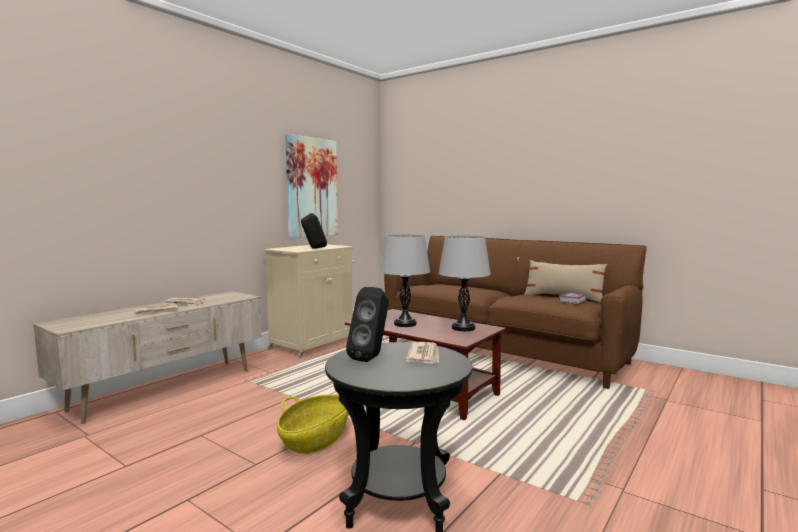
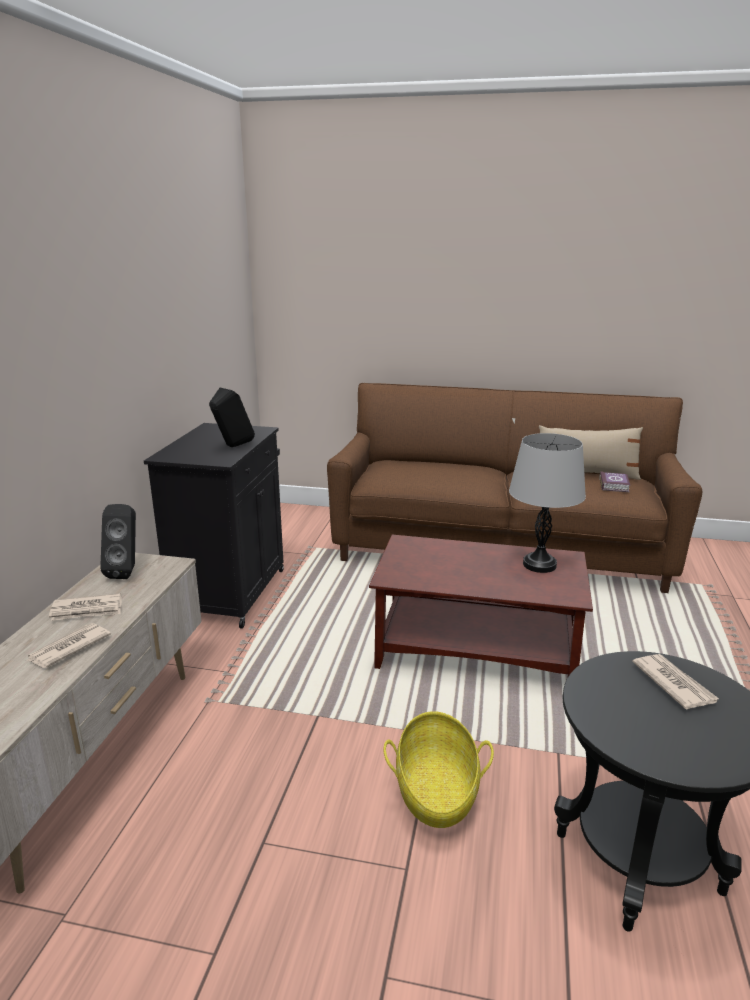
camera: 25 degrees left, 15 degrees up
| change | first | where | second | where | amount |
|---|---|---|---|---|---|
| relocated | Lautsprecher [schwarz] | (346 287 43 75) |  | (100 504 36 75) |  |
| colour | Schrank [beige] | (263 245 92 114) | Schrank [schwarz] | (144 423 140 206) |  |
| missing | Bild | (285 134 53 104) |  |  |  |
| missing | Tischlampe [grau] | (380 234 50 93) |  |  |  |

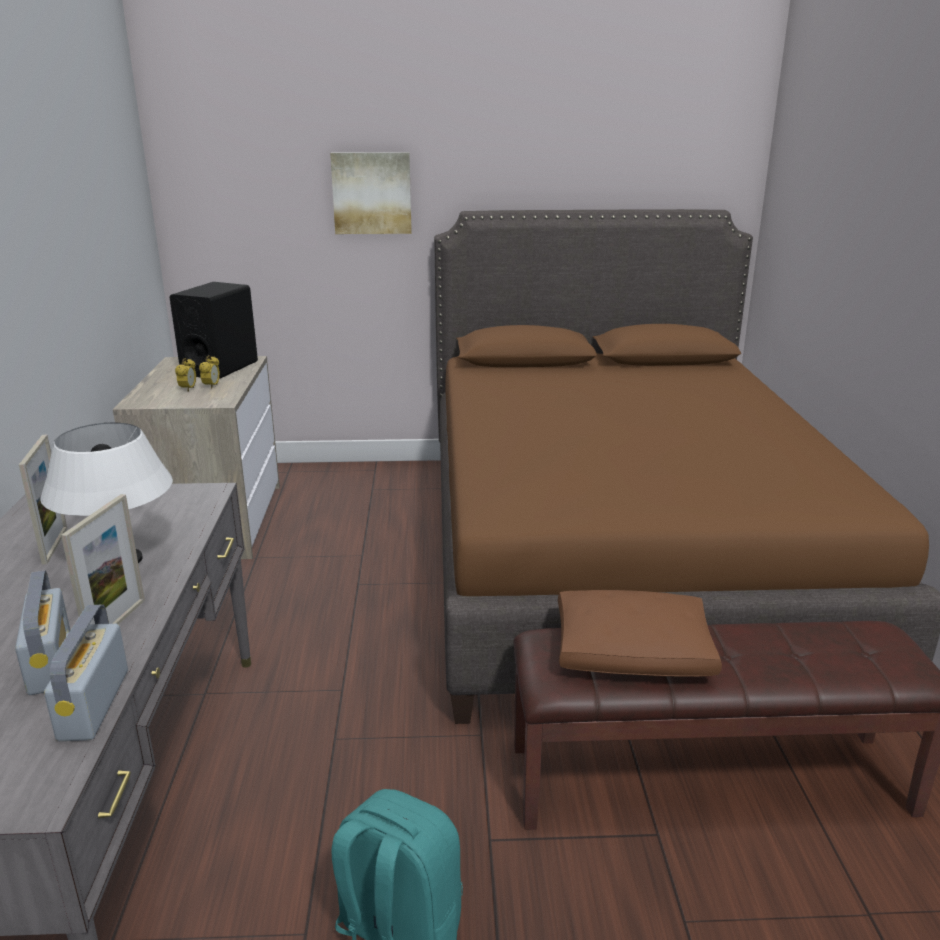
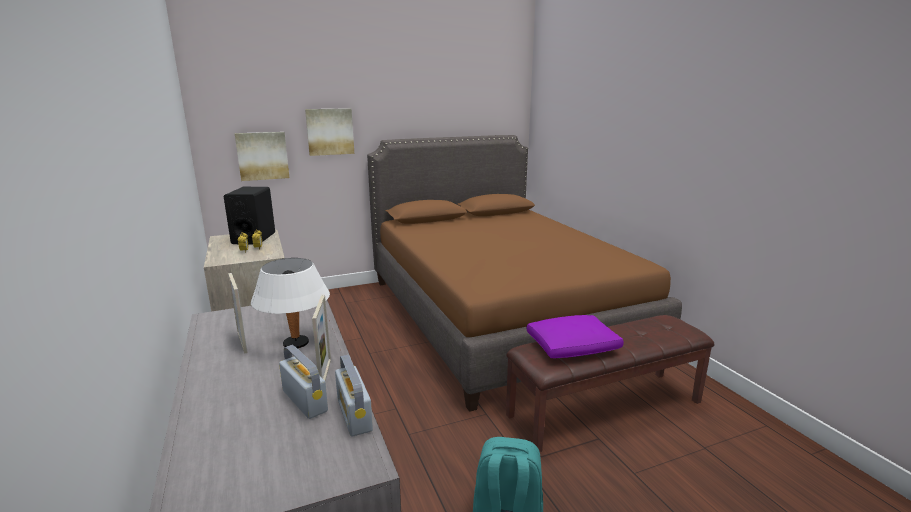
camera: 20 degrees left, 5 degrees down
| change | first | where | second | where | amount |
|---|---|---|---|---|---|
| appeared |  |  | Bild | (235 132 54 49) |  |
| colour | Kissen [braun] | (558 590 164 87) | Kissen [lila] | (527 315 97 43) |  |

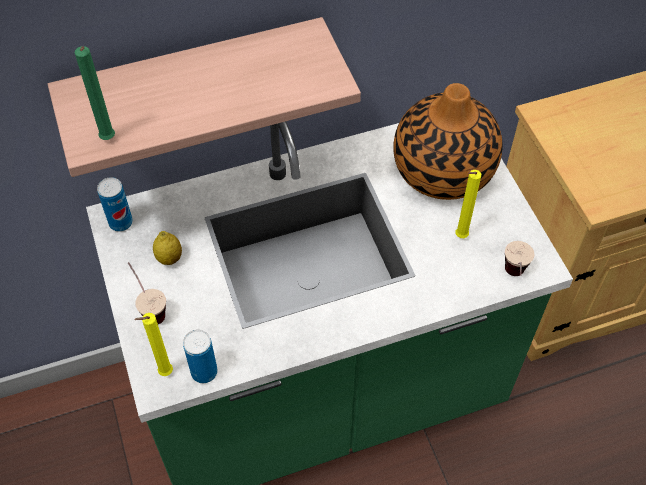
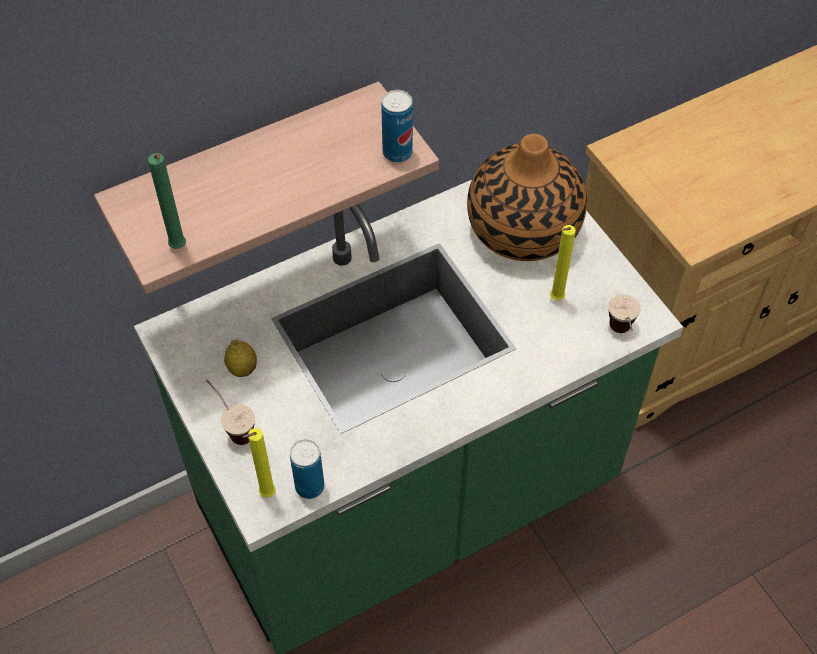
camera: 10 degrees left, 0 degrees up
| change | first | where | second | where | amount |
|---|---|---|---|---|---|
| relocated | Dose | (97 177 36 55) |  | (381 90 32 73) |  |

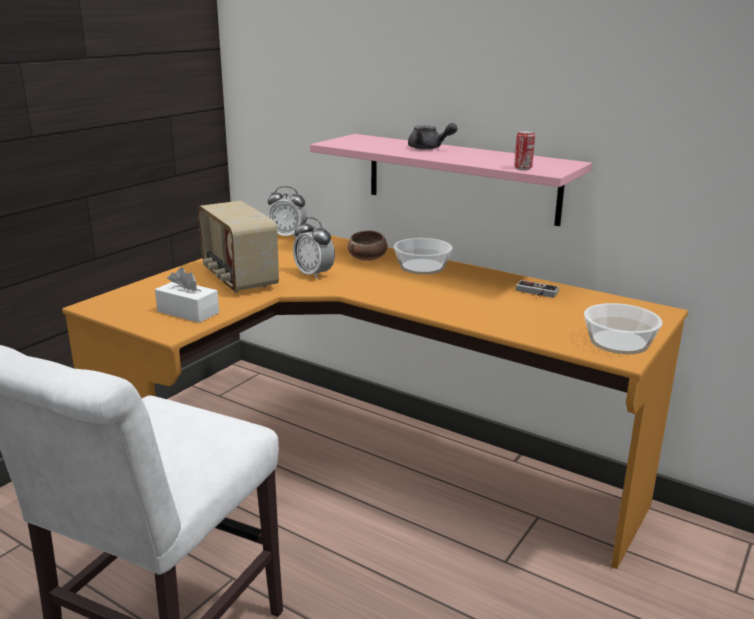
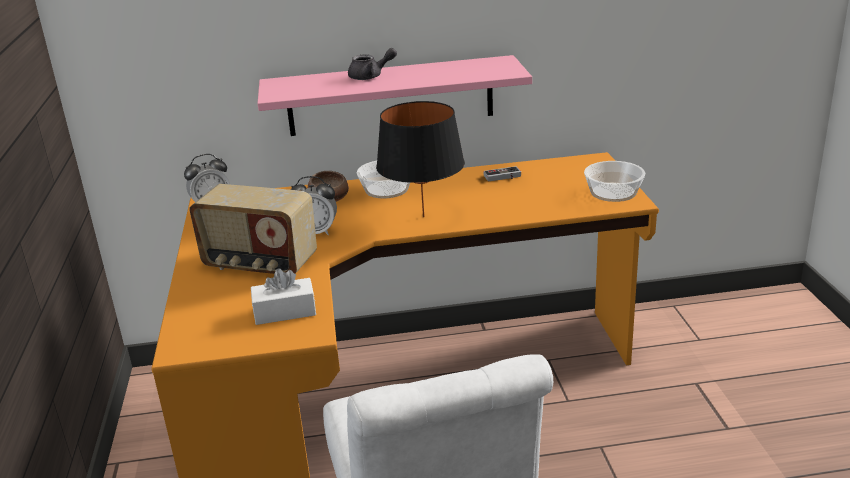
camera: 40 degrees left, 5 degrees up
| change | first | where | second | where | amount |
|---|---|---|---|---|---|
| appeared |  |  | Tischlampe [schwarz] | (376 101 89 116) |  |
| missing | Dose | (514 130 21 40) |  |  |  |

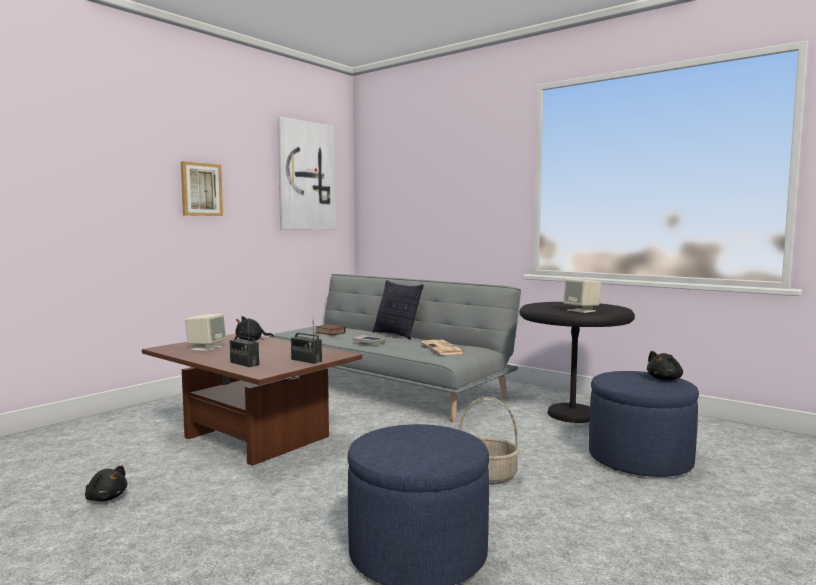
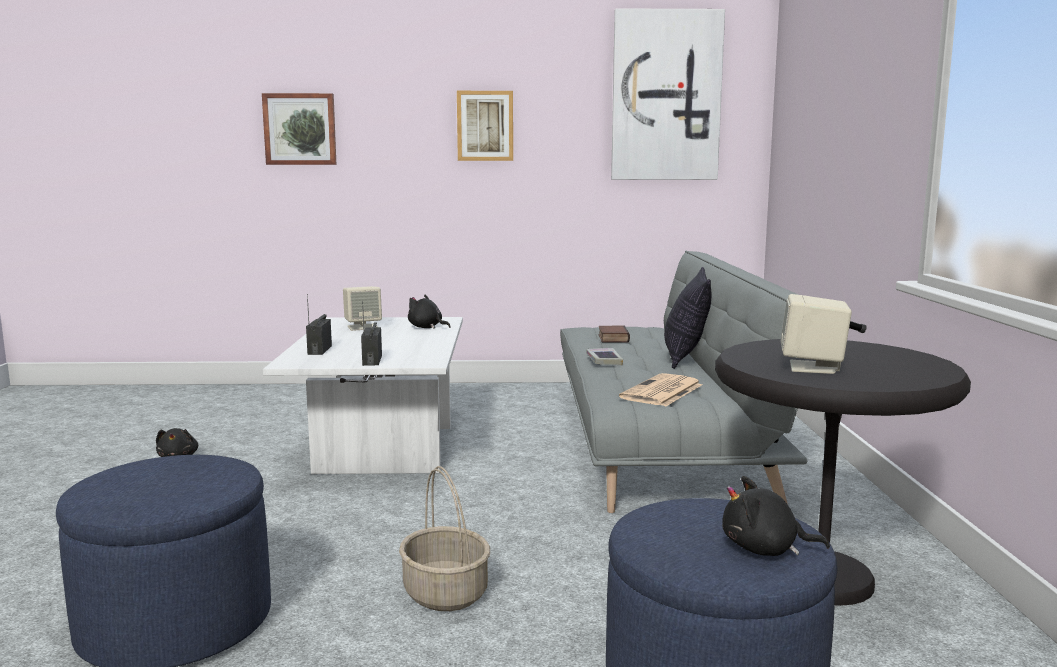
camera: 50 degrees right, 5 degrees up
| change | first | where | second | where | amount |
|---|---|---|---|---|---|
| appeared |  |  | Bild | (262 93 75 72) |  |
| colour | Couchtisch [braun] | (142 334 220 132) | Couchtisch [weiß] | (263 317 200 157) |  |

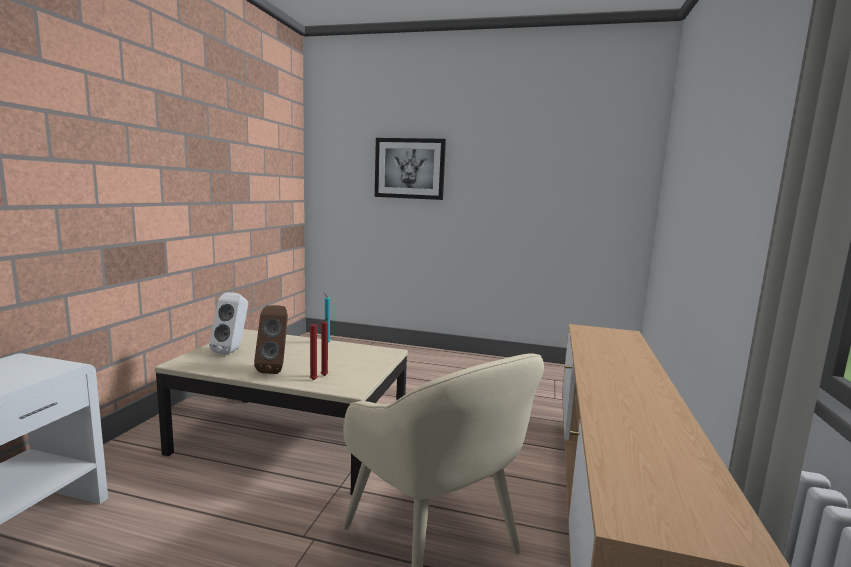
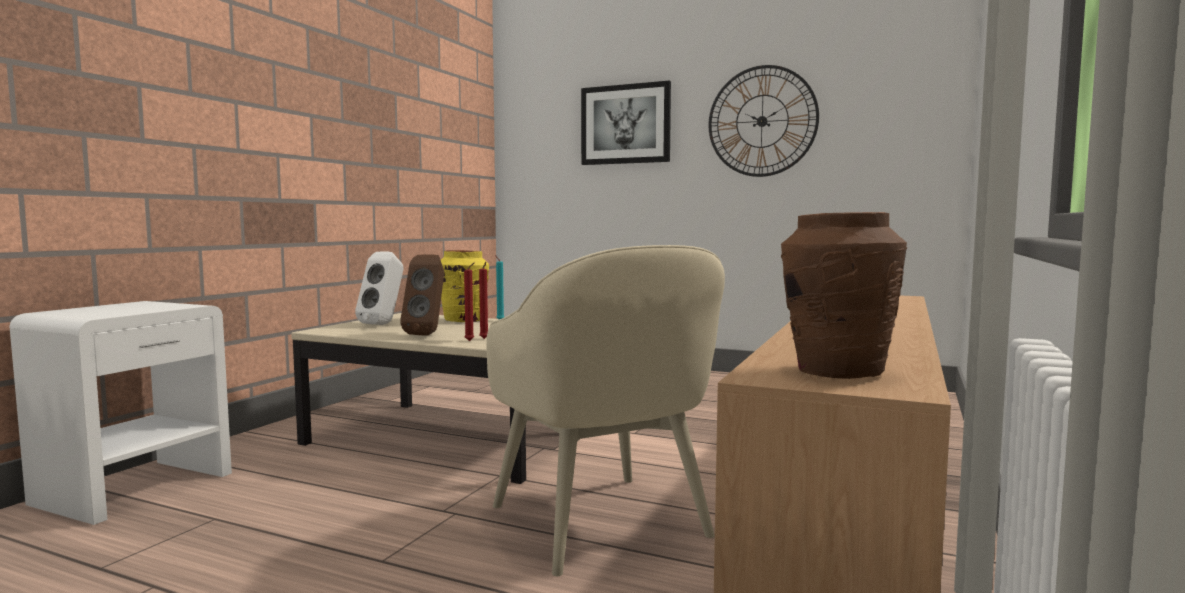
camera: 10 degrees right, 5 degrees down
| change | first | where | second | where | amount |
|---|---|---|---|---|---|
| appeared |  |  | Vase [gelb] | (441 250 48 72) |  |
| appeared |  |  | Wanduhr | (709 65 110 112) |  |
| appeared |  |  | Vase [braun] | (781 212 126 167) |  |

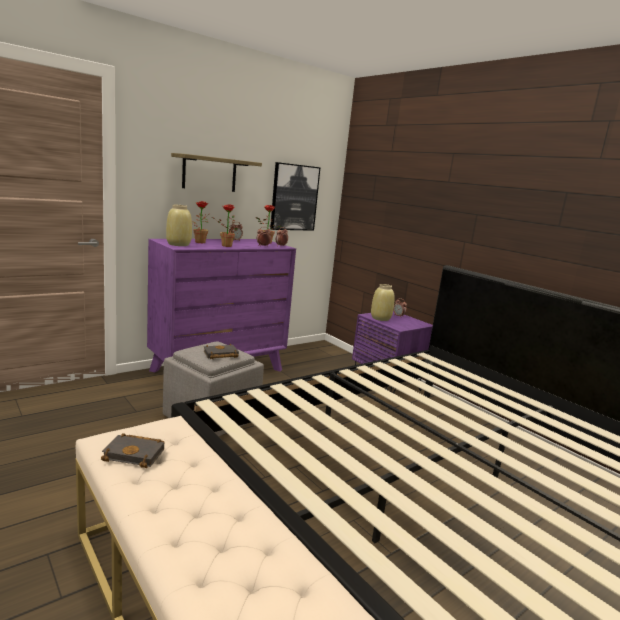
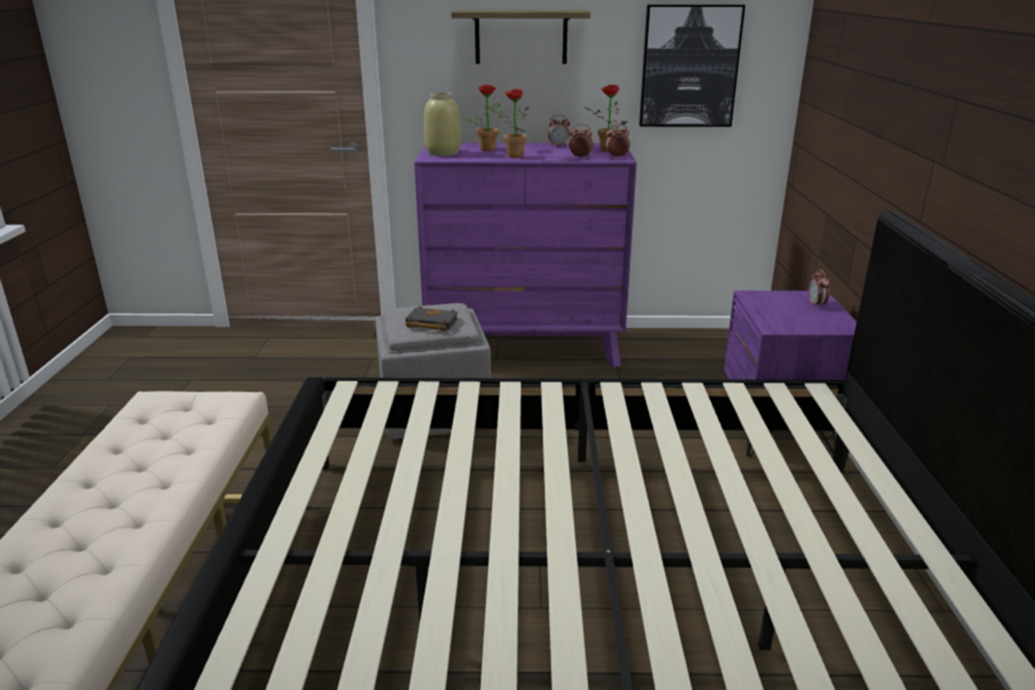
camera: 40 degrees right, 10 degrees up
| change | first | where | second | where | amount |
|---|---|---|---|---|---|
| missing | Buch [schwarz] | (101 433 64 35) |  |  |  |
| missing | Vase [beige] | (371 284 23 37) |  |  |  |

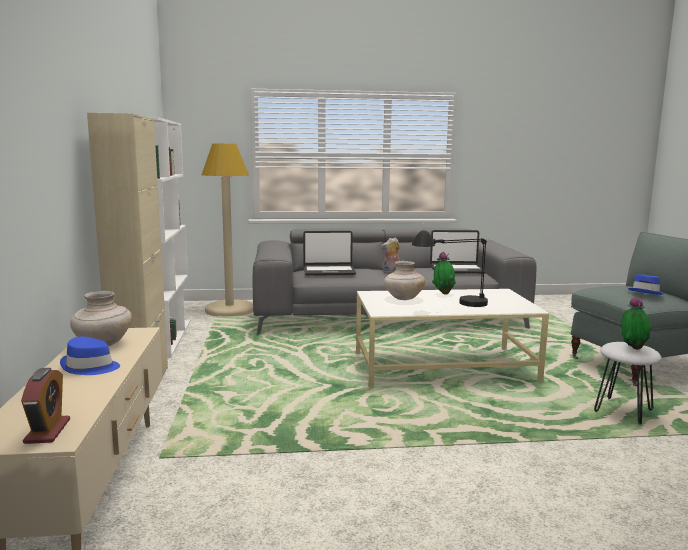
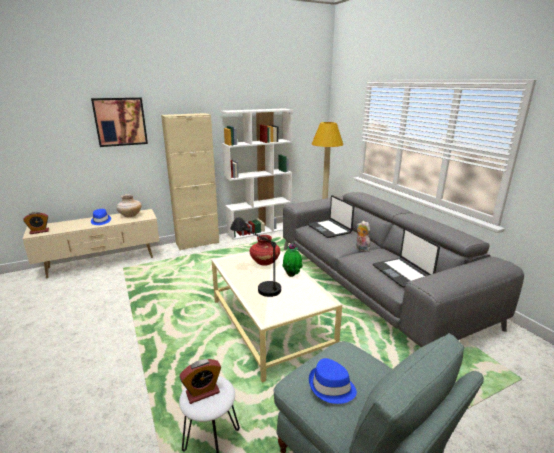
camera: 70 degrees right, 10 degrees up
| change | first | where | second | where | amount |
|---|---|---|---|---|---|
| appeared |  |  | Bild | (91 97 57 50) |  |
| exchanged | Topfpflanze | (621 297 31 53) | Wecker | (180 359 41 45) |  |
| colour | Vase [beige] | (384 261 41 39) | Vase [rot] | (250 235 30 31) |  |

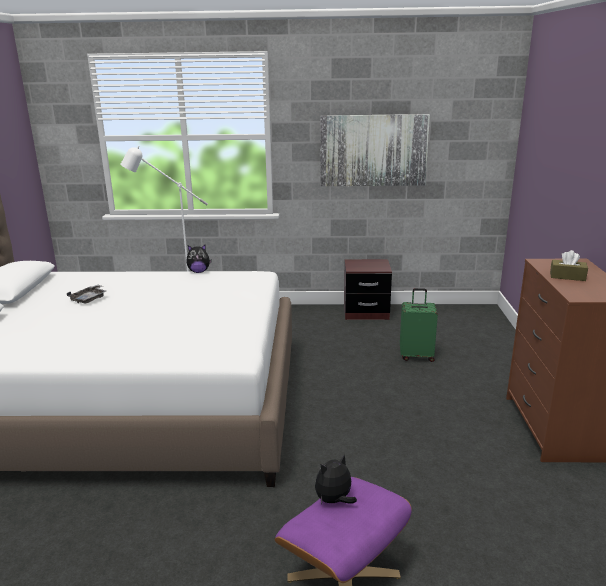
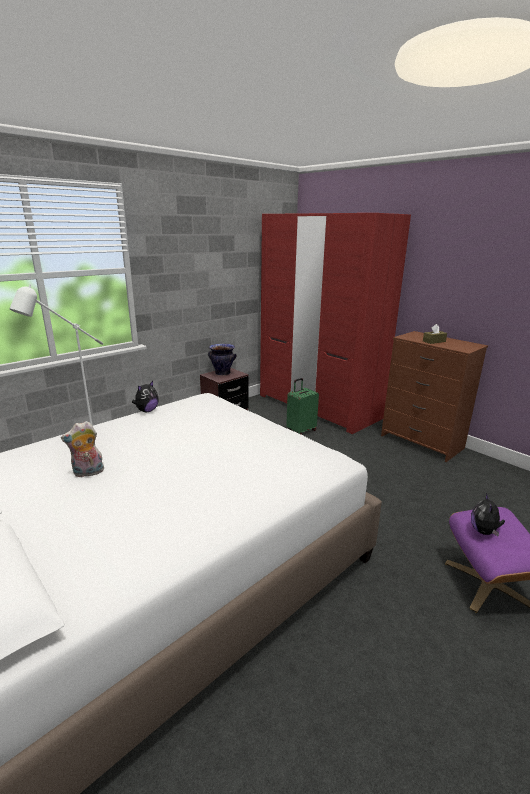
camera: 45 degrees left, 0 degrees up
| change | first | where | second | where | amount |
|---|---|---|---|---|---|
| exchanged | Tablett [grau] | (67 285 39 19) | Plüschtier | (61 421 43 56) |  |
| appeared |  |  | Vase | (208 344 29 32) |  |
| appeared |  |  | Kleiderschrank [rot] | (260 213 151 221) |  |
| missing | Bild | (320 114 110 72) |  |  |  |

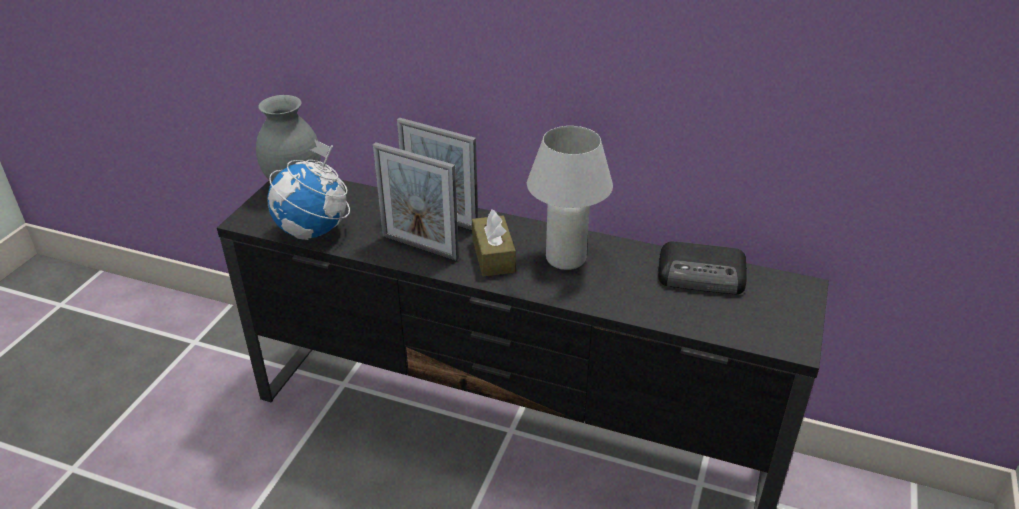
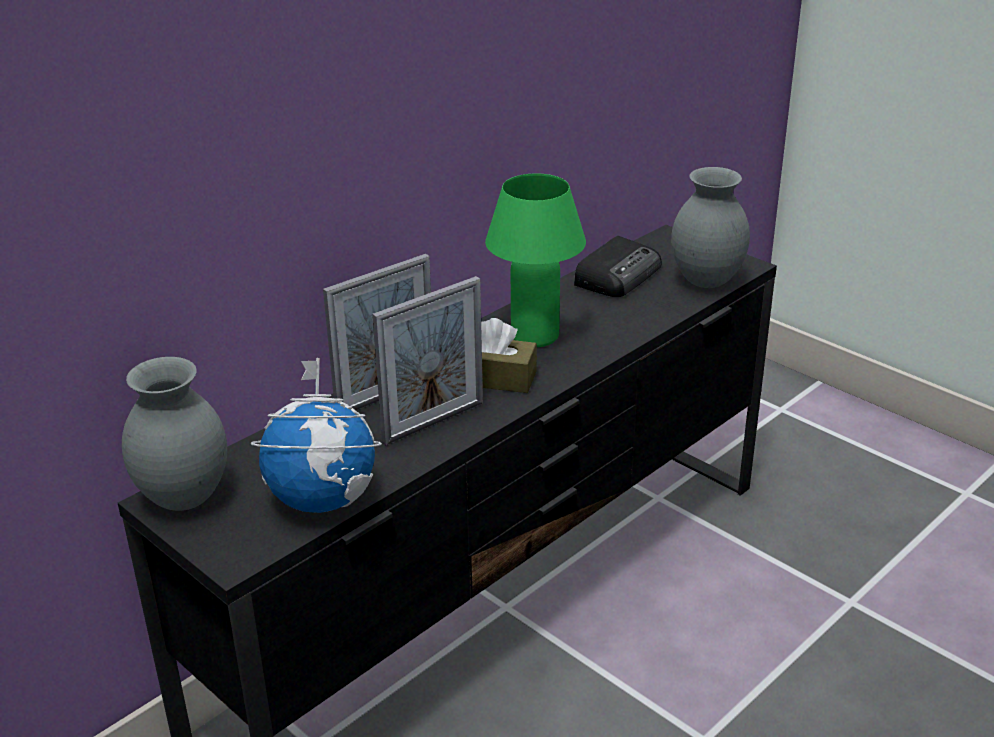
camera: 65 degrees left, 5 degrees down
| change | first | where | second | where | amount |
|---|---|---|---|---|---|
| colour | Tischlampe [weiß] | (527 126 86 144) | Tischlampe [grün] | (485 173 101 174) |  |
| appeared |  |  | Vase [grau] | (671 167 79 121) |  |

